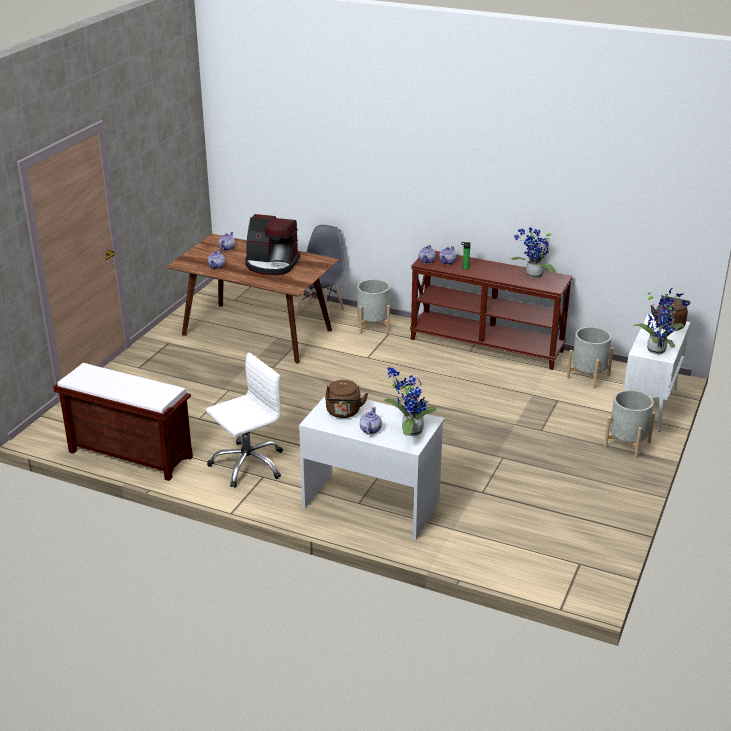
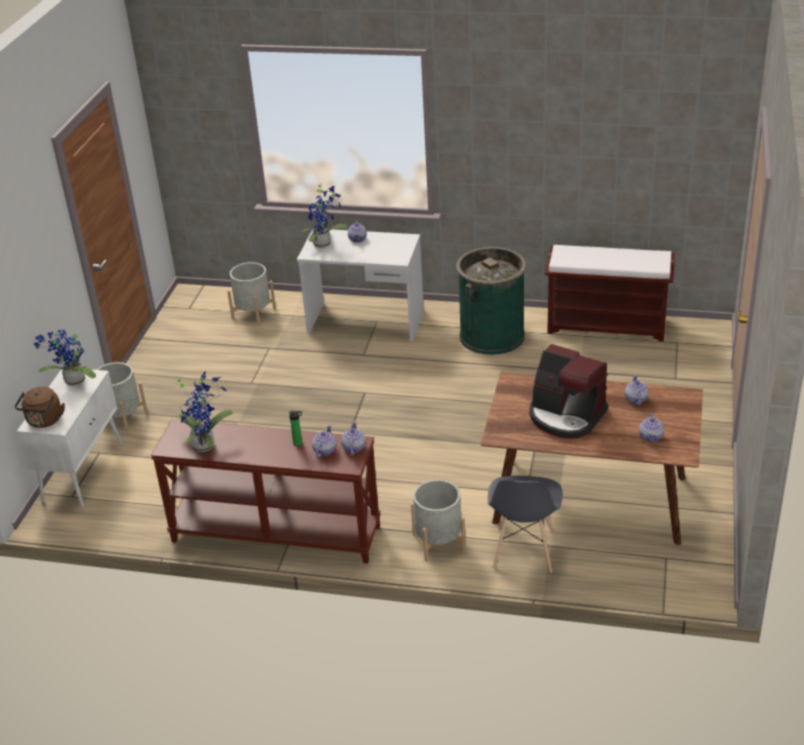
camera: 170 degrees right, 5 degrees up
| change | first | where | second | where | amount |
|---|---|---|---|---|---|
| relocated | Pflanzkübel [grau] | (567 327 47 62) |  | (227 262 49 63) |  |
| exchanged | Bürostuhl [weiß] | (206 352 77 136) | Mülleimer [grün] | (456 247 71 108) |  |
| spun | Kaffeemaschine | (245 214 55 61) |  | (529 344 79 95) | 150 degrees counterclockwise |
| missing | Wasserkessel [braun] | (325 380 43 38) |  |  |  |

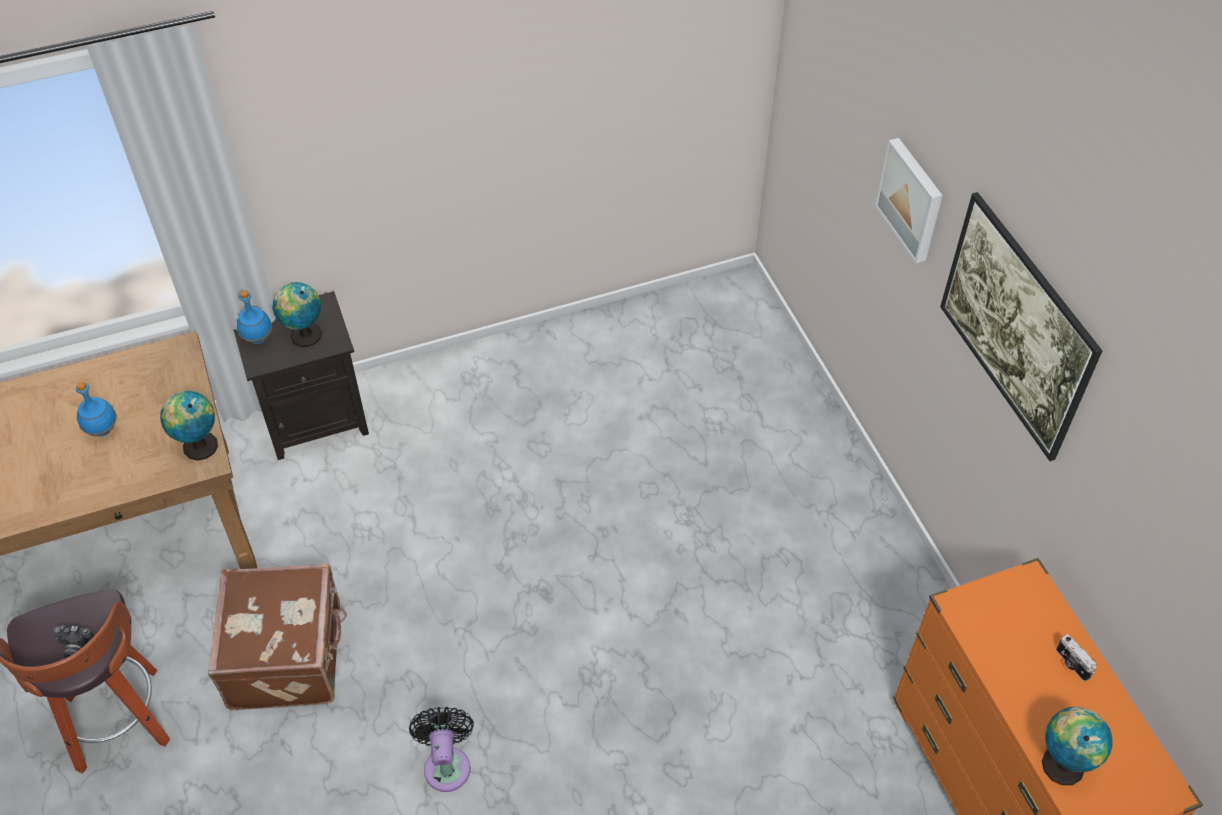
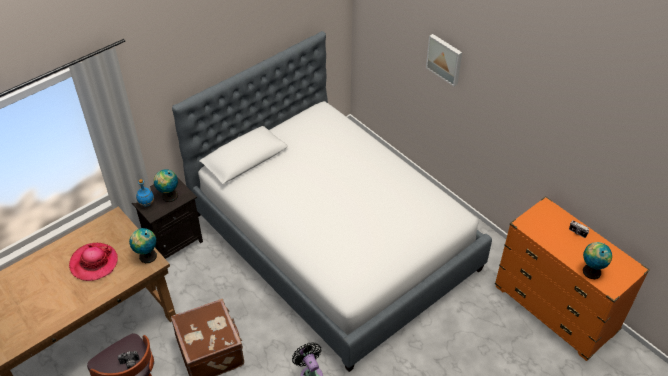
camera: 20 degrees left, 5 degrees down
| change | first | where | second | where | amount |
|---|---|---|---|---|---|
| exchanged | Flasche [blau] | (76 382 41 55) | Hut | (69 243 49 38) |  |
| appeared |  |  | Bett | (172 31 320 341) |  |
| missing | Bild | (940 192 162 269) |  |  |  |

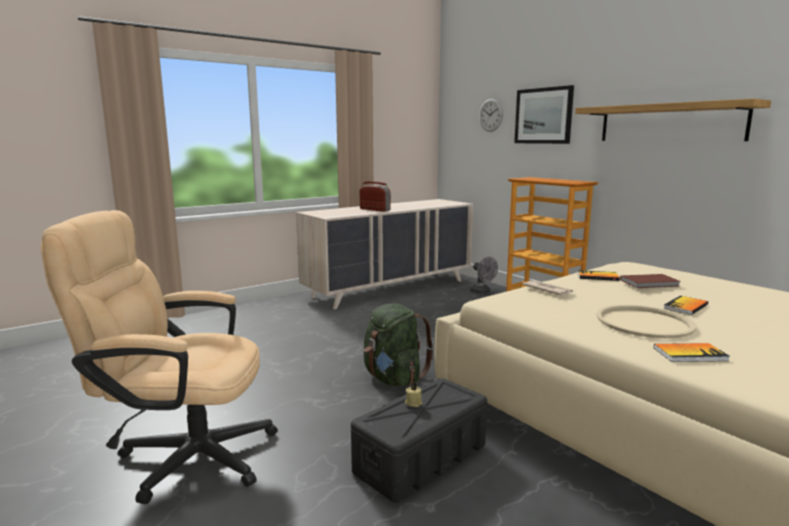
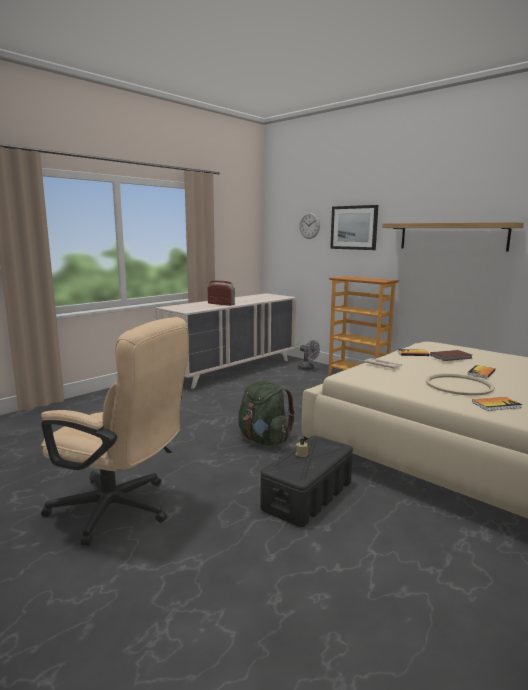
camera: 10 degrees left, 0 degrees up
| change | first | where | second | where | amount |
|---|---|---|---|---|---|
| spun | Bürostuhl [beige] | (41 210 237 294) |  | (41 317 148 229) | 150 degrees counterclockwise |

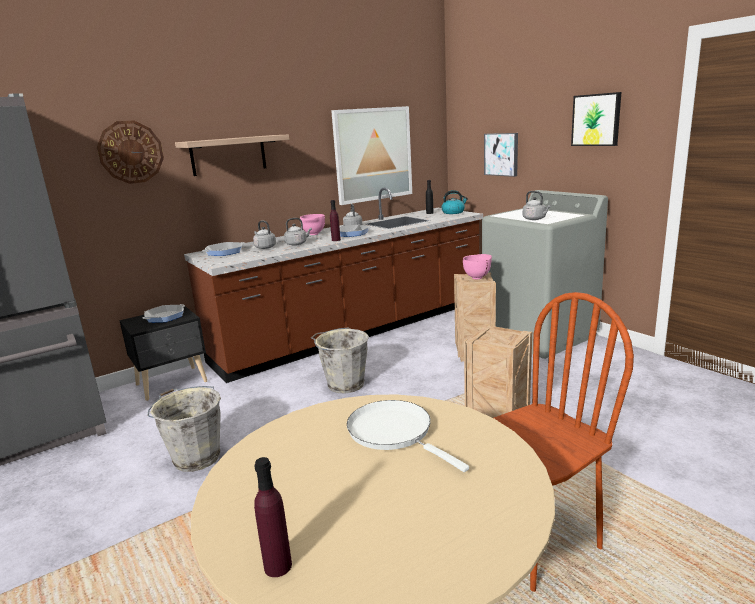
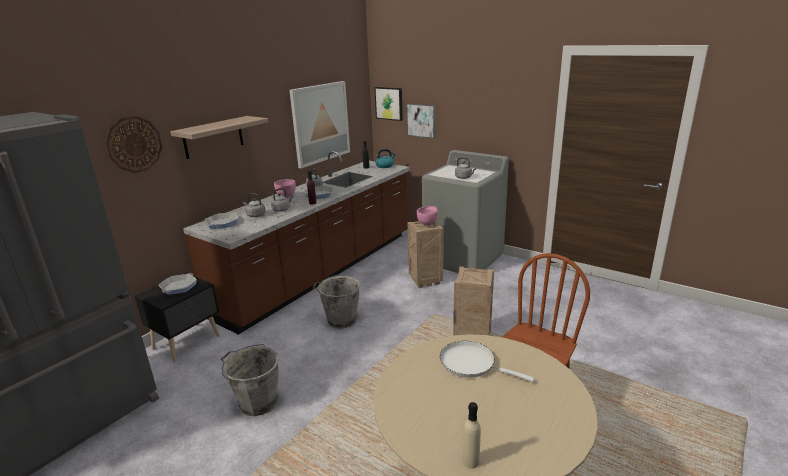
camera: 20 degrees left, 5 degrees up
| change | first | where | second | where | amount |
|---|---|---|---|---|---|
| relocated | Bild | (571 92 50 54) |  | (374 87 29 34) |  |
| colour | Flasche [lila] | (254 457 38 120) | Flasche [beige] | (463 402 18 67) |  |

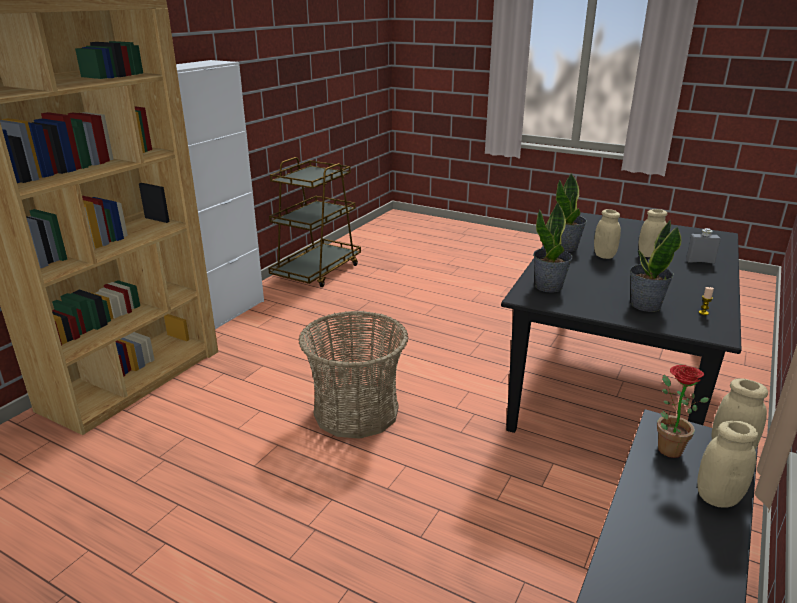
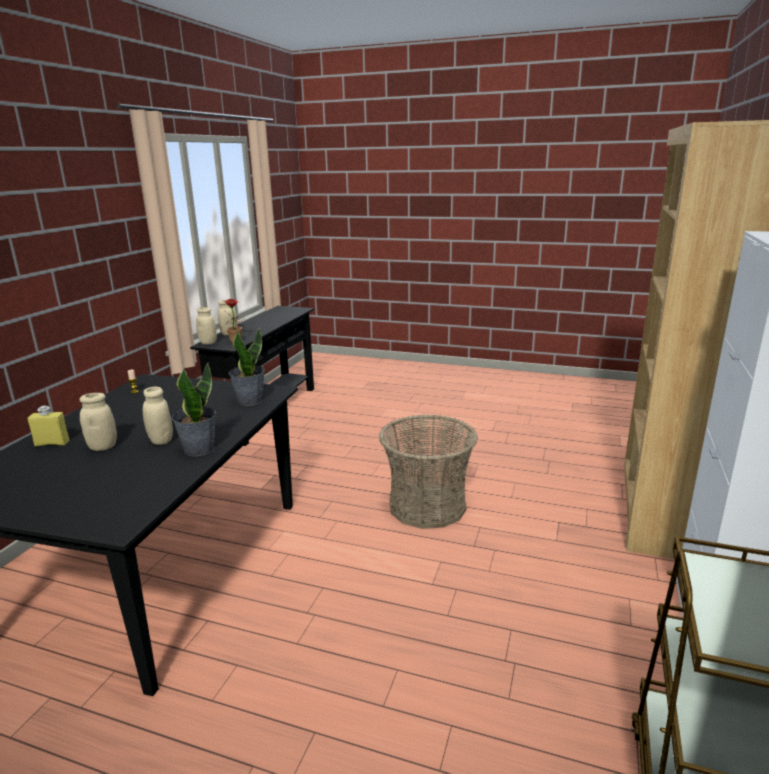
camera: 170 degrees right, 5 degrees down
| change | first | where | second | where | amount |
|---|---|---|---|---|---|
| colour | Flasche [grau] | (686 228 35 36) | Flasche [gelb] | (27 406 42 41) |  |
| missing | Topfpflanze | (630 221 51 91) |  |  |  |

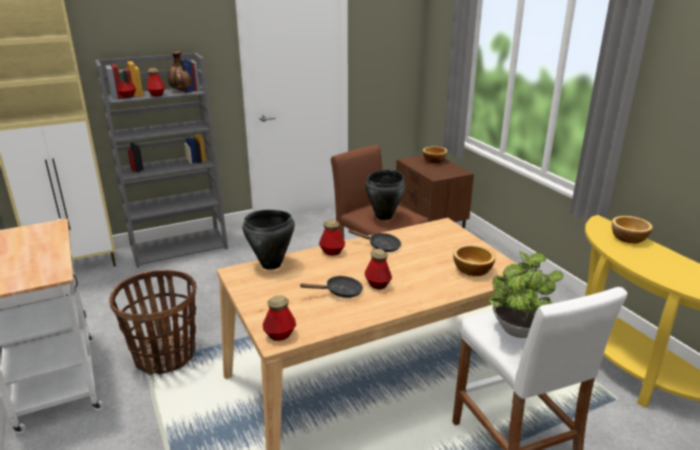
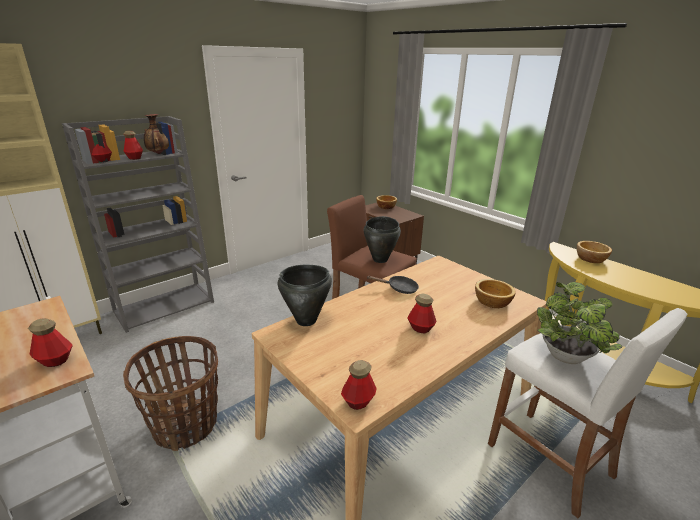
camera: 15 degrees left, 0 degrees up
| change | first | where | second | where | amount |
|---|---|---|---|---|---|
| relocated | Flasche | (319 219 26 37) |  | (28 318 45 49) |  |
| missing | Pfanne [schwarz] | (299 276 64 22) |  |  |  |

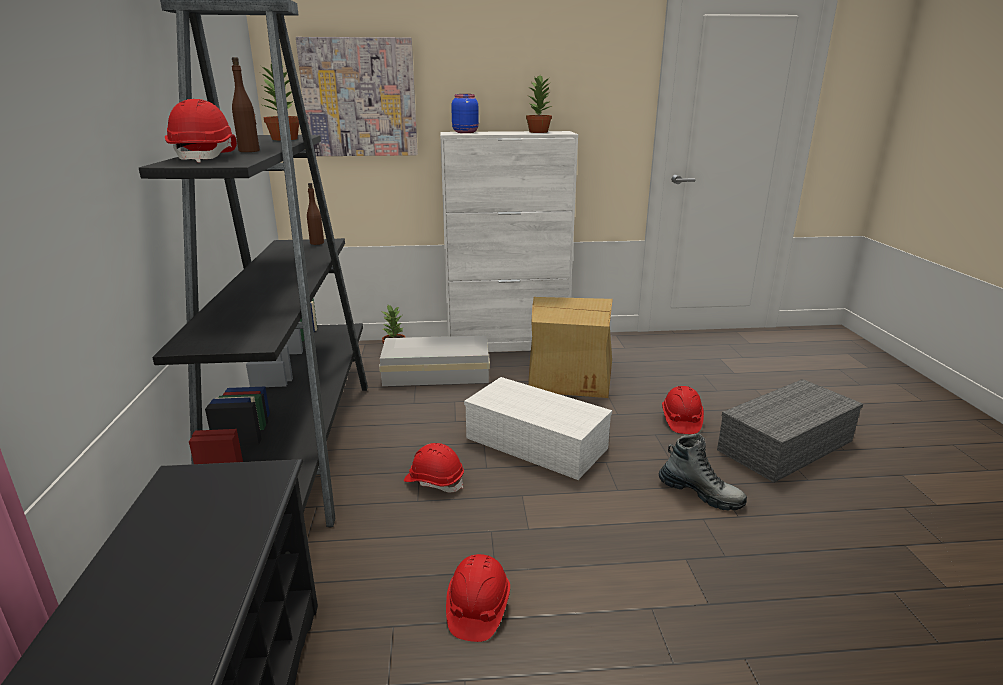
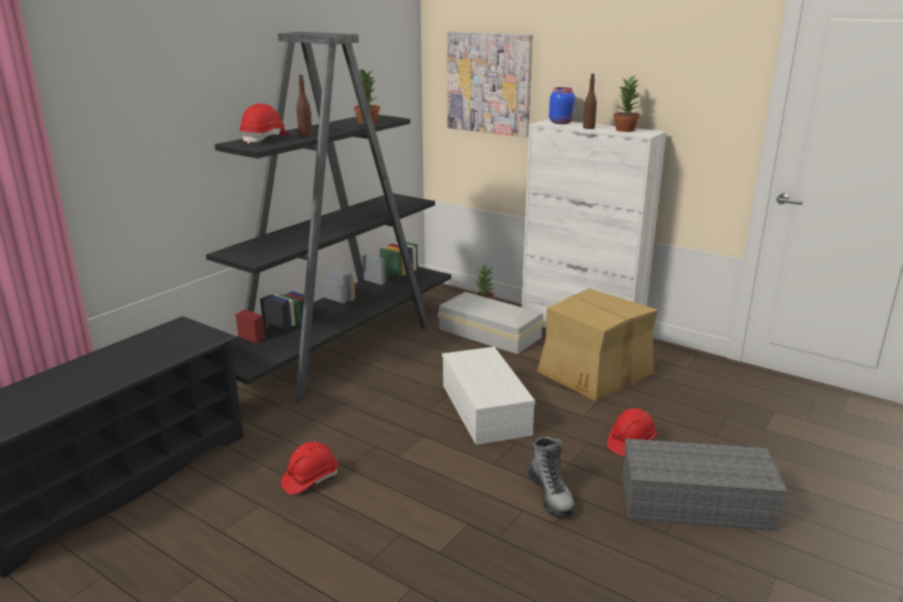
camera: 40 degrees right, 0 degrees up
| change | first | where | second | where | amount |
|---|---|---|---|---|---|
| relocated | Flasche [braun] | (307 183 17 62) |  | (583 73 14 56) |  |
| missing | Schutzhelm [rot] | (404 443 60 49) |  |  |  |

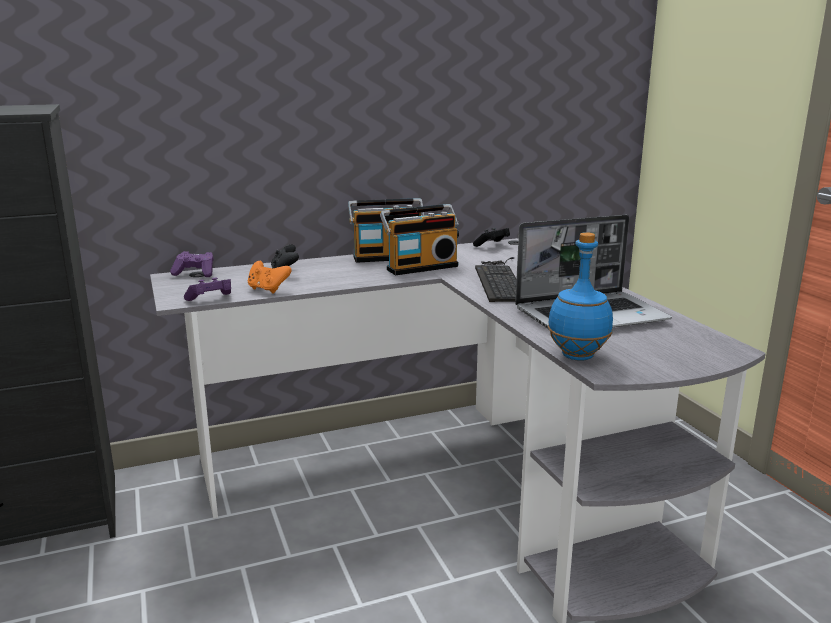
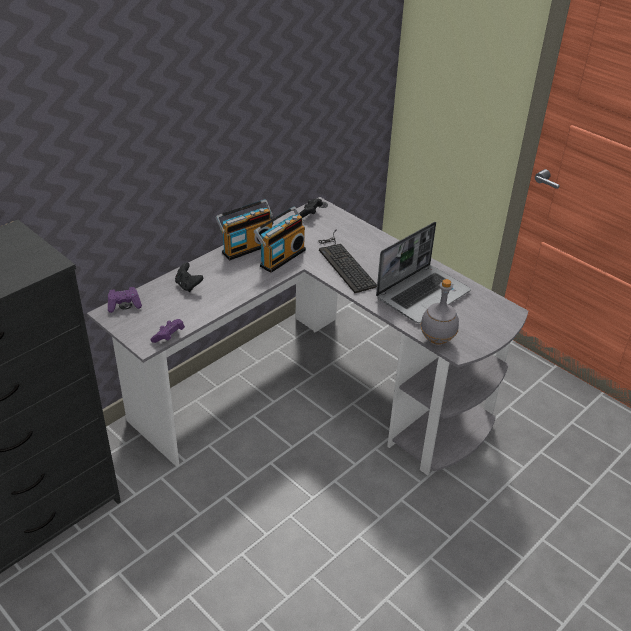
camera: 25 degrees left, 20 degrees up
| change | first | where | second | where | amount |
|---|---|---|---|---|---|
| colour | Flasche [blau] | (548 232 65 129) | Flasche [grau] | (420 279 39 67) |  |
| missing | Gamepad [orange] | (248 261 44 33) |  |  |  |

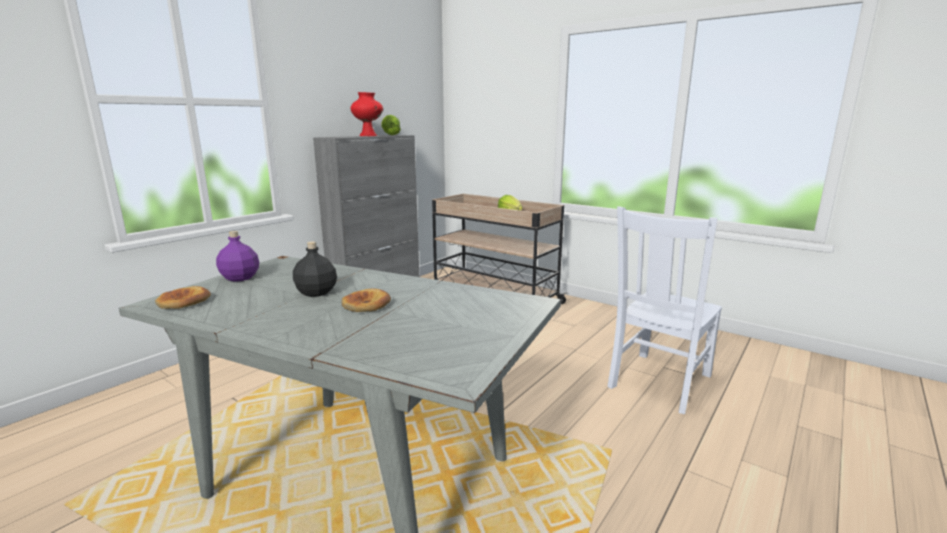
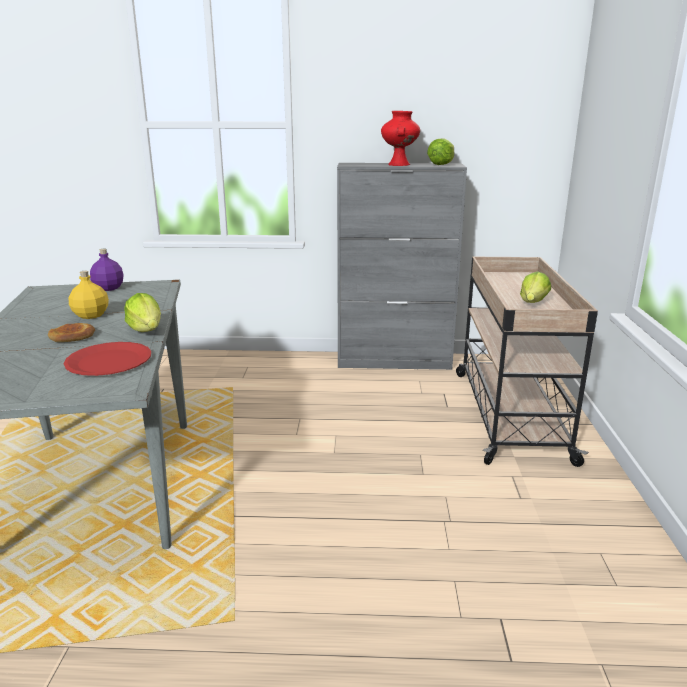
camera: 55 degrees right, 5 degrees up
| change | first | where | second | where | amount |
|---|---|---|---|---|---|
| appeared |  |  | Teller [rot] | (64 342 87 34) |  |
| colour | Flasche [schwarz] | (293 241 44 56) | Flasche [gelb] | (68 271 41 48) |  |
| appeared |  |  | Salatkopf | (124 293 37 39) |  |
| missing | Brot | (155 286 56 23) |  |  |  |
| missing | Stuhl [weiß] | (607 206 115 208) |  |  |  |

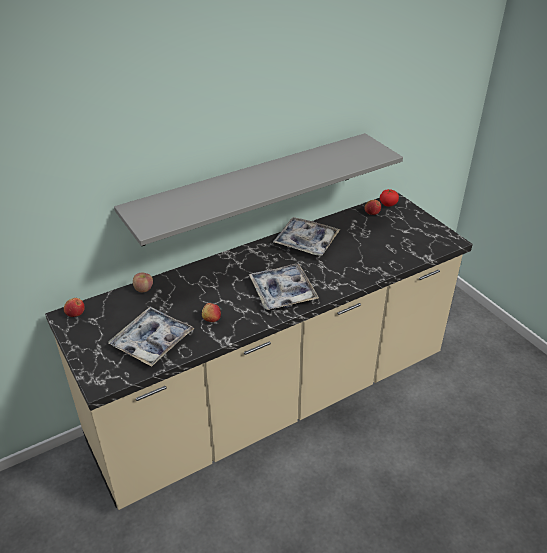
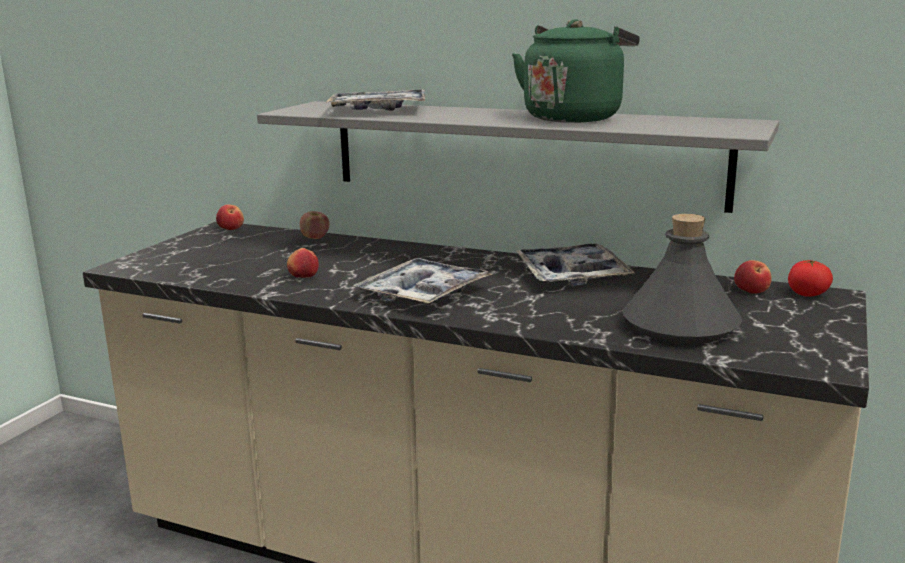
camera: 55 degrees right, 20 degrees down
| change | first | where | second | where | amount |
|---|---|---|---|---|---|
| relocated | Tablett | (108 307 87 60) |  | (326 89 99 22) |  |
| appeared |  |  | Wasserkessel [grün] | (512 19 128 104) |  |
| appeared |  |  | Flasche [grau] | (623 214 119 130) |  |

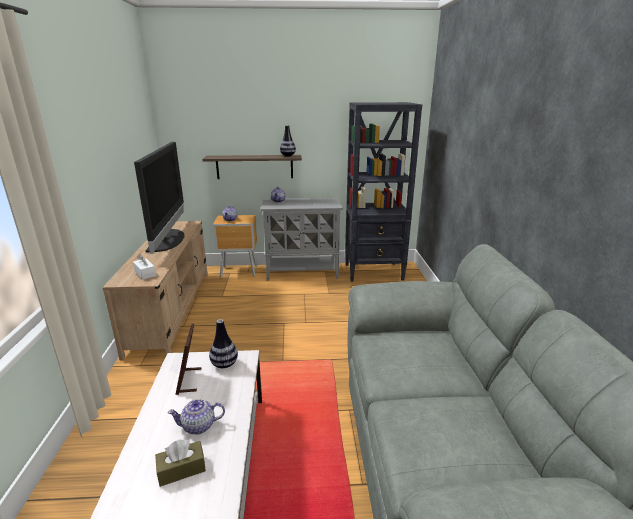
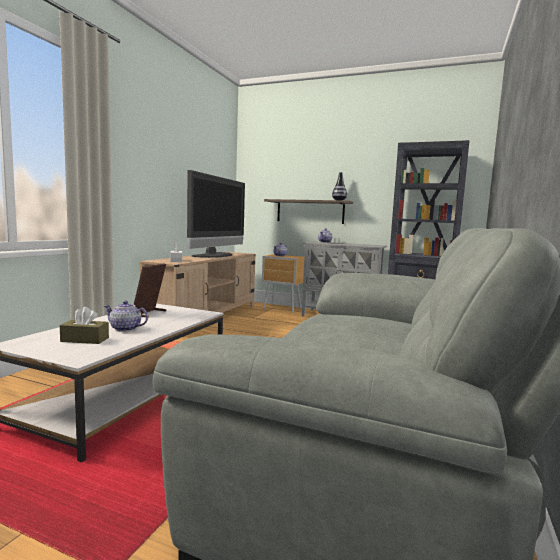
camera: 25 degrees right, 15 degrees down
| change | first | where | second | where | amount |
|---|---|---|---|---|---|
| missing | Vase | (209 319 29 49) |  |  |  |

